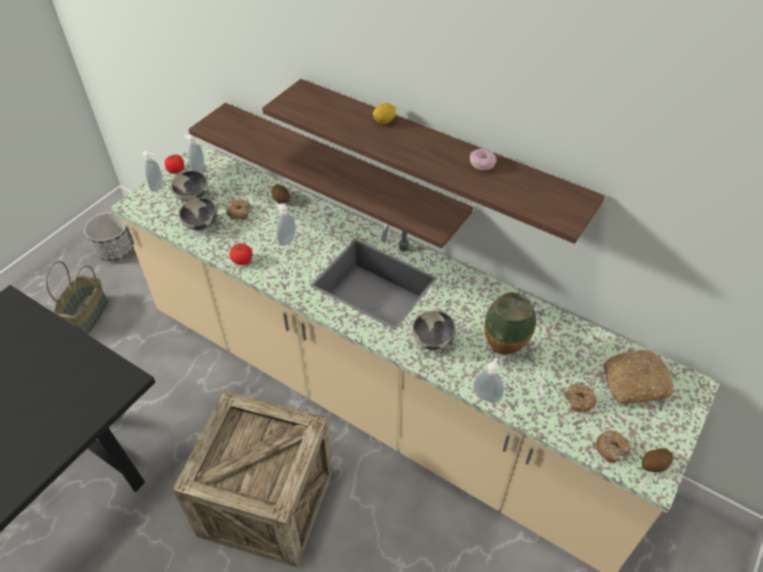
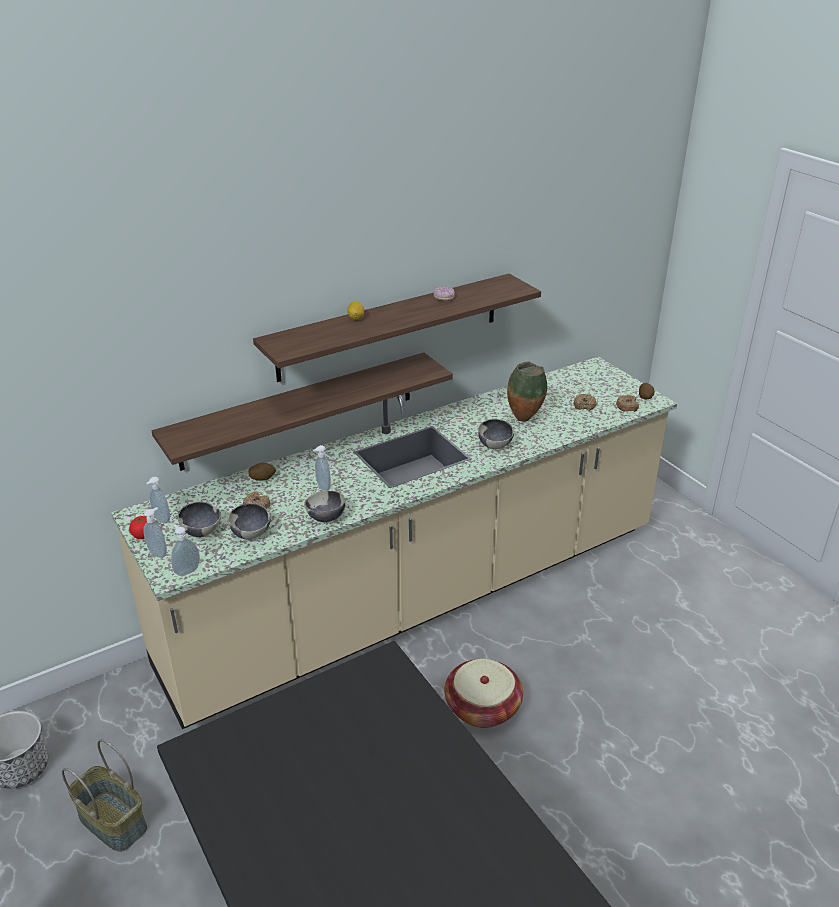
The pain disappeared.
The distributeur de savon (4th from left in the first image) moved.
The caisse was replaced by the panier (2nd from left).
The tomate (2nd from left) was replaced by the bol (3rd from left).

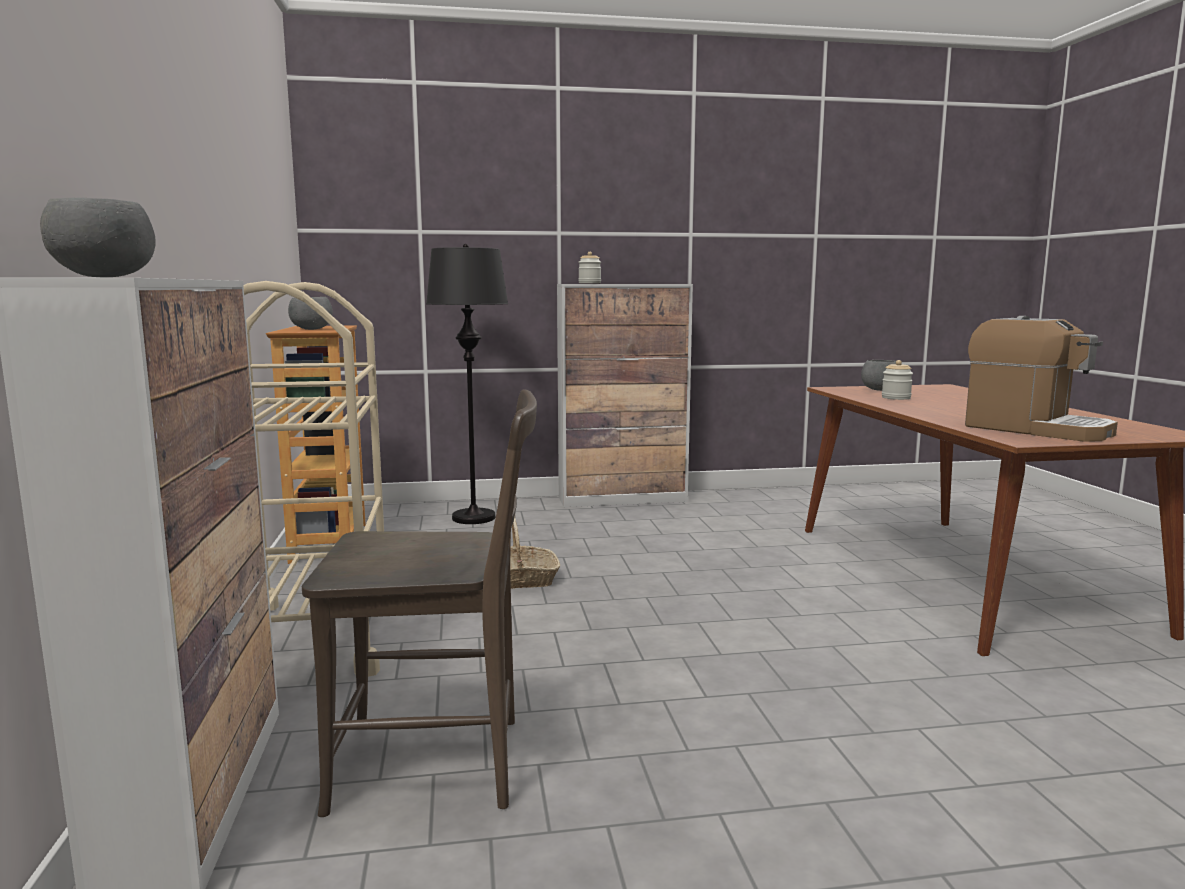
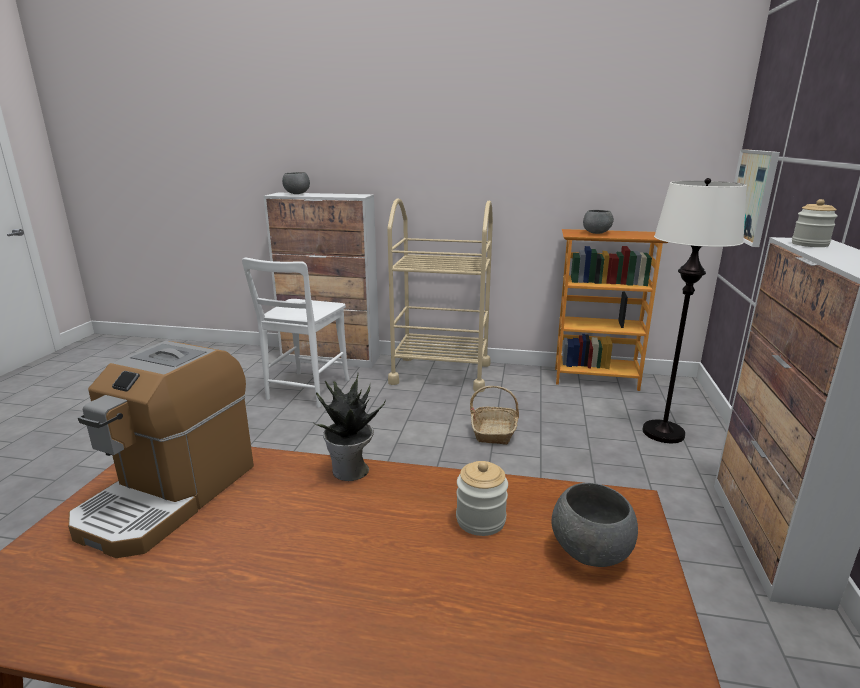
The plante en pot appeared.
The tableau appeared.
The chaise [marron] became the chaise [blanc].
The lampadaire [noir] became the lampadaire [blanc].
The machine à café turned 45 degrees counterclockwise.

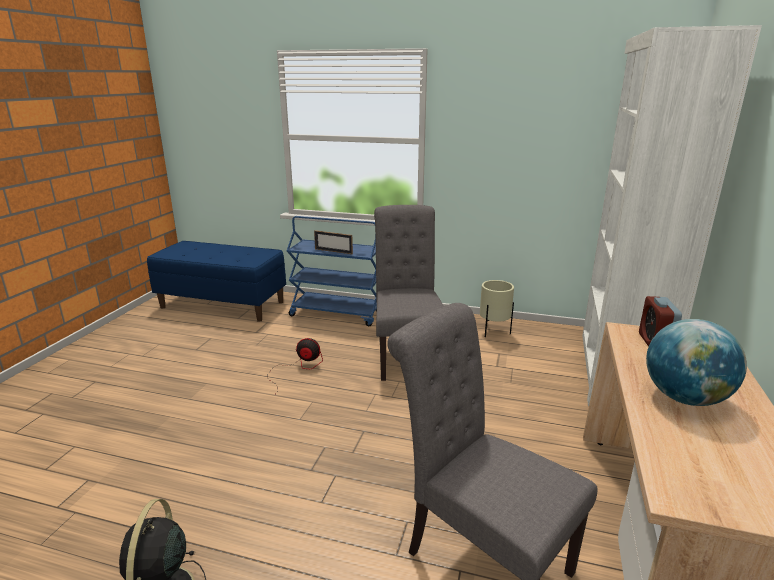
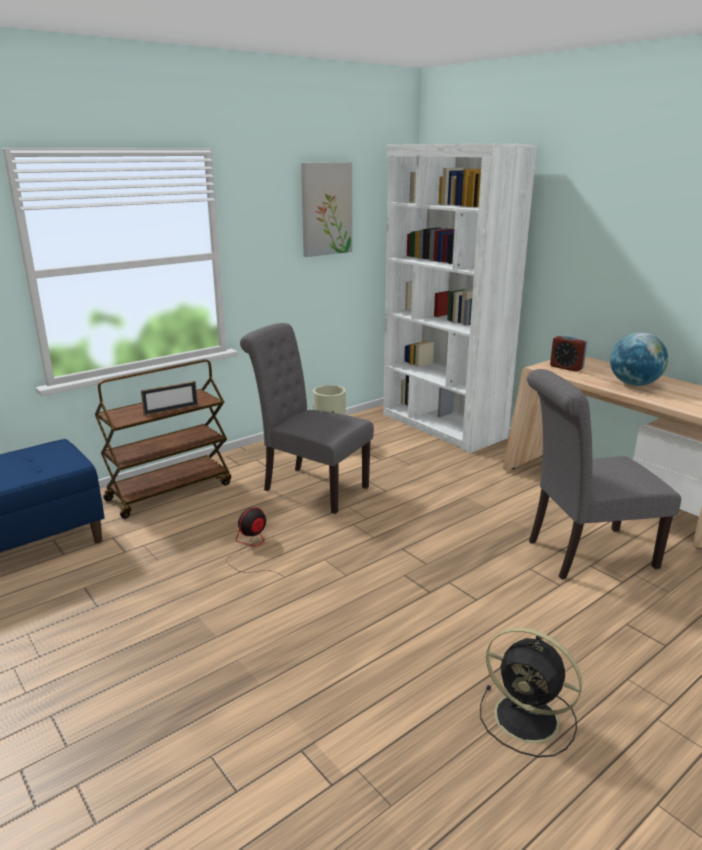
The tableau appeared.
The chariot [bleu] became the chariot [marron].

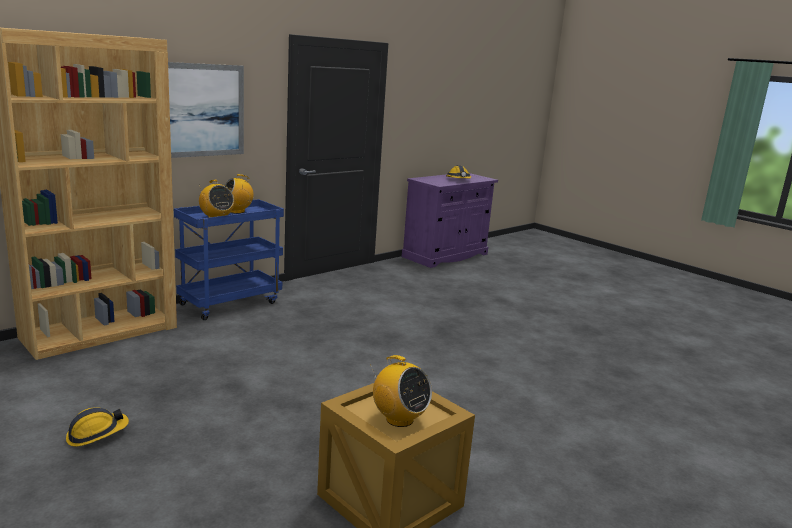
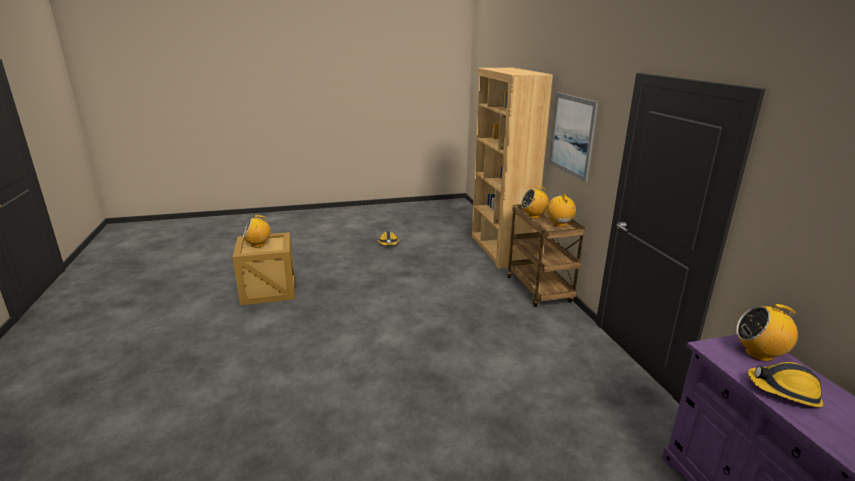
The radio (4th from left) appeared.
The chariot [bleu] became the chariot [marron].

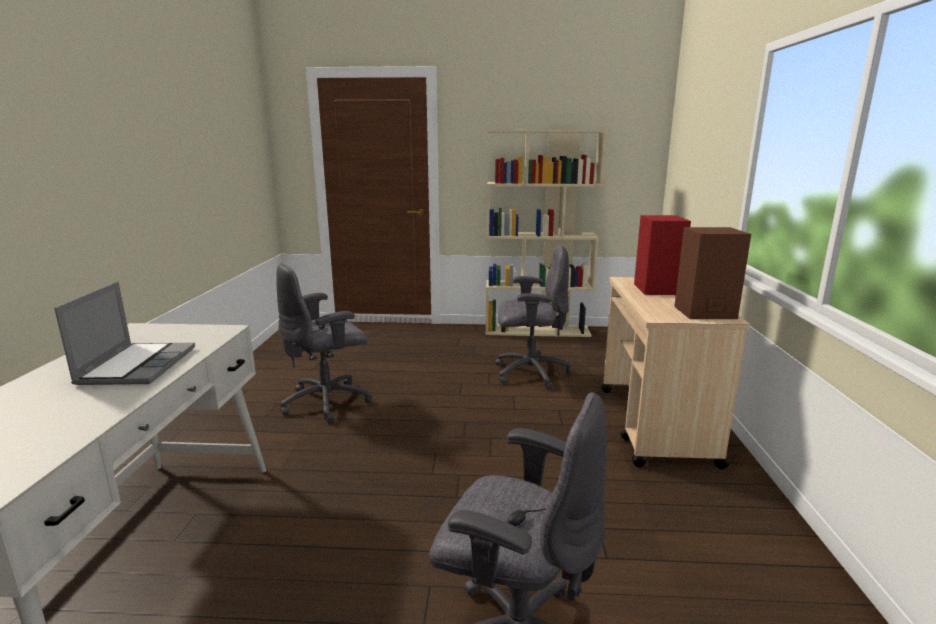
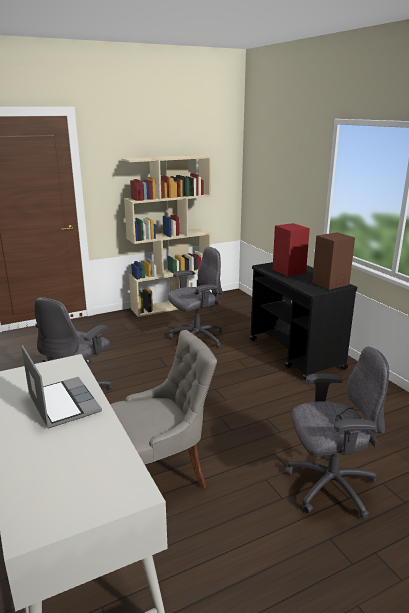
The chaise [gris] appeared.
The chariot [beige] became the chariot [noir].

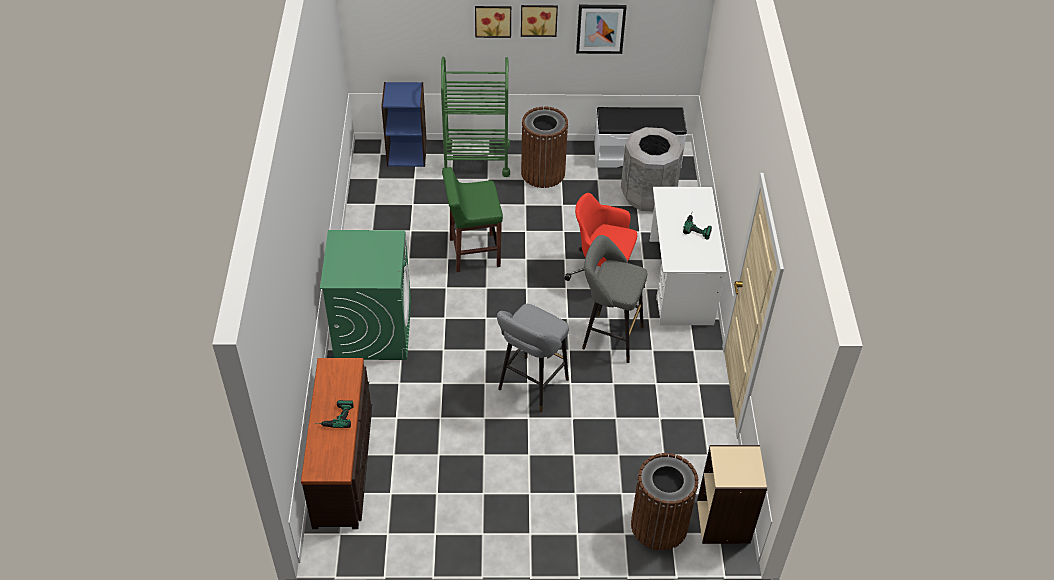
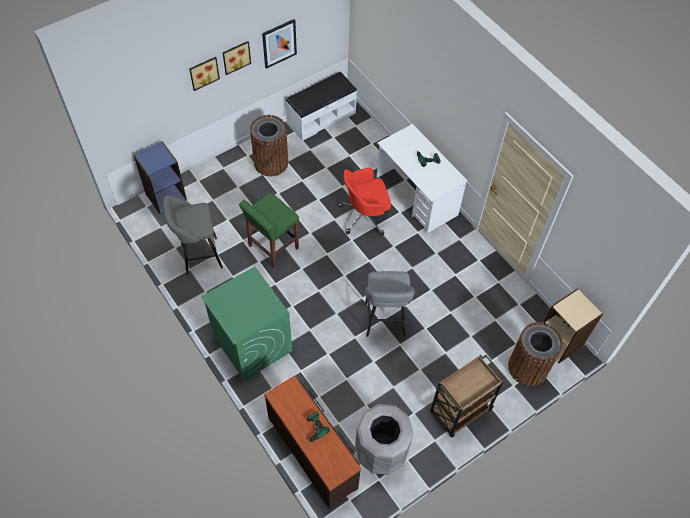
The chariot [vert] disappeared.
The chariot [marron] appeared.
The tabouret [gris] (2nd from left in the first image) moved.
The poubelle [gris] moved.

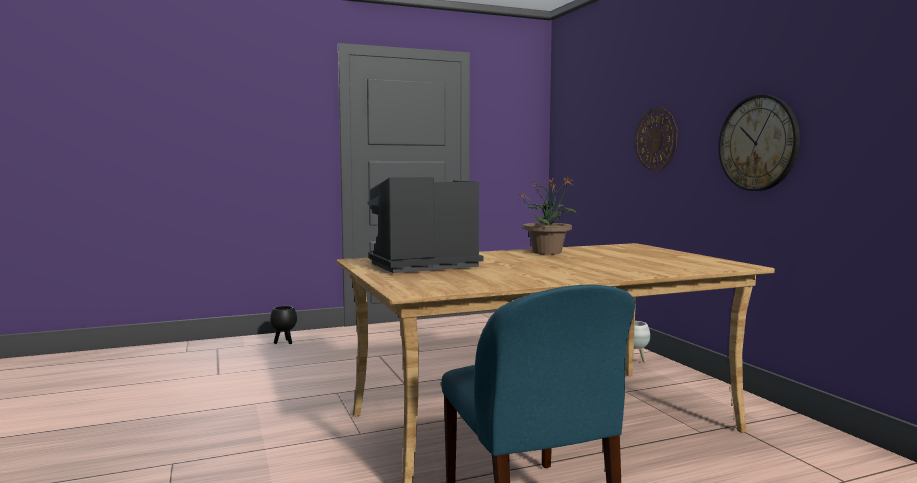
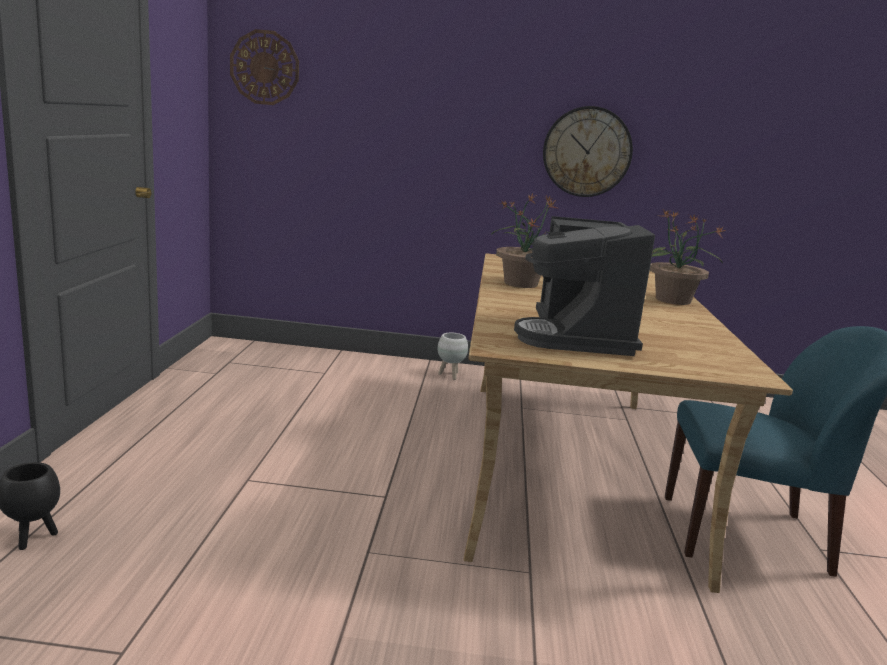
The plante en pot (2nd from left) appeared.
The horloge murale (1st from left) moved.

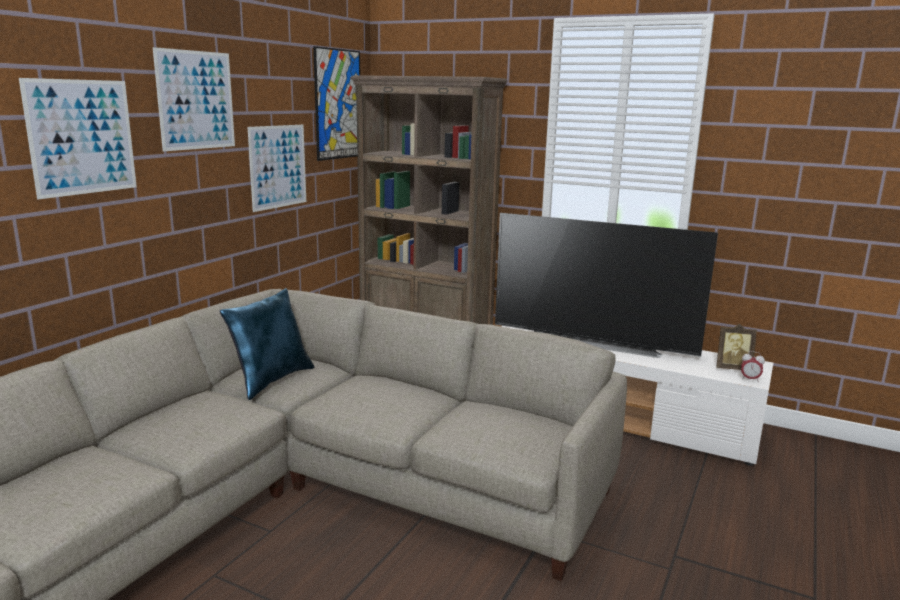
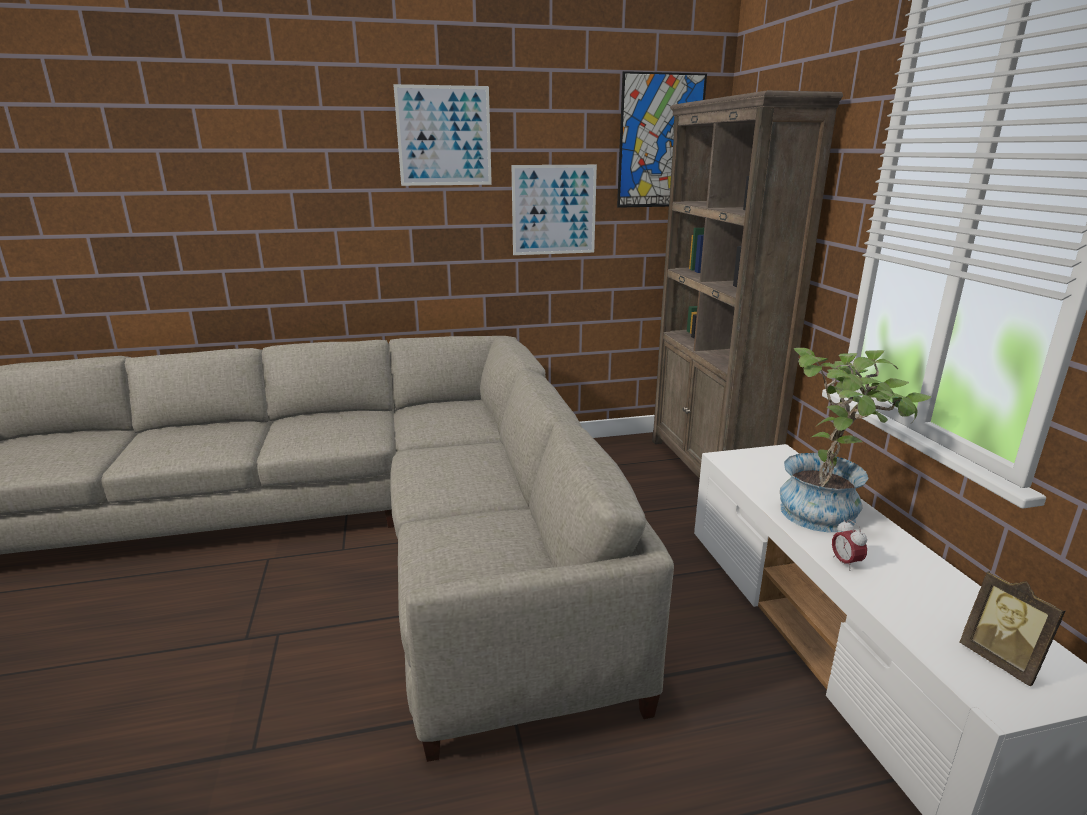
The tableau (1st from left) disappeared.
The coussin [bleu] disappeared.
The réveil moved.
The téléviseur was replaced by the plante en pot.

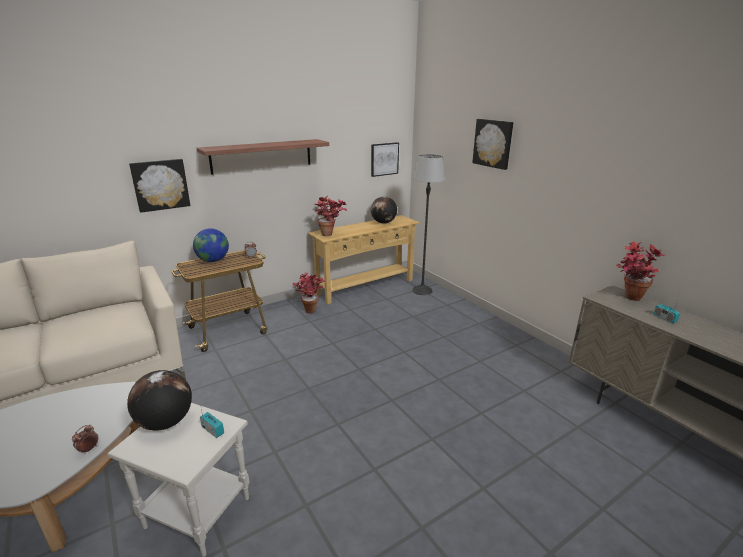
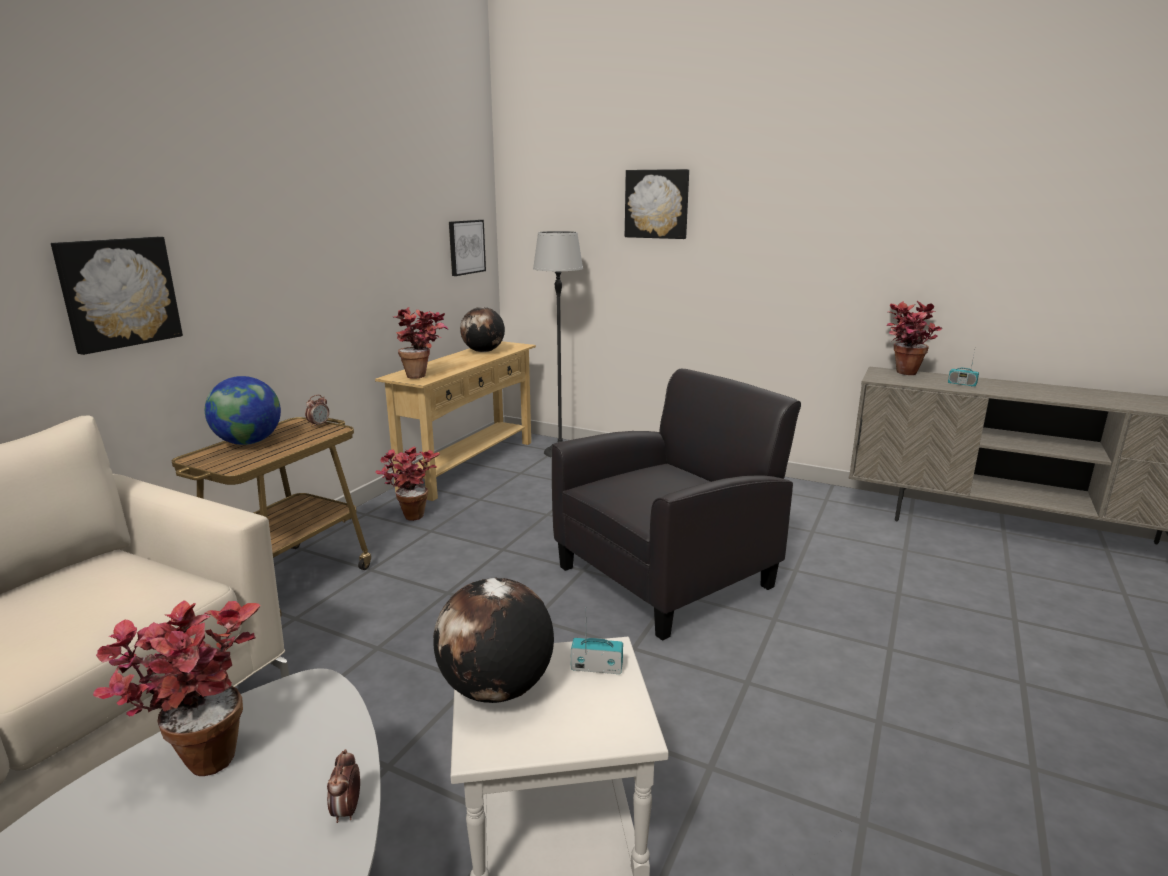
The étagère disappeared.
The plante en pot (1st from left) appeared.
The fauteuil [noir] appeared.

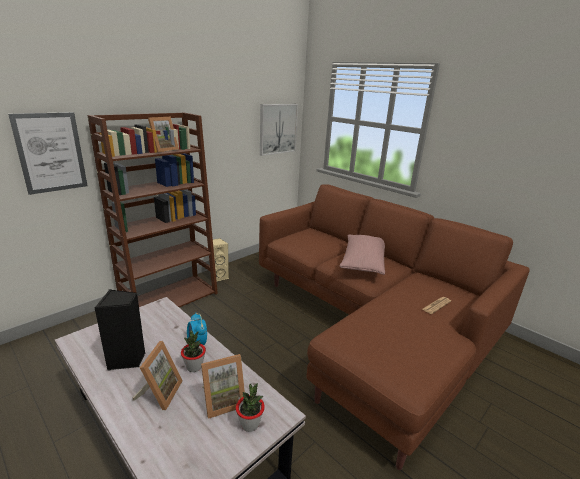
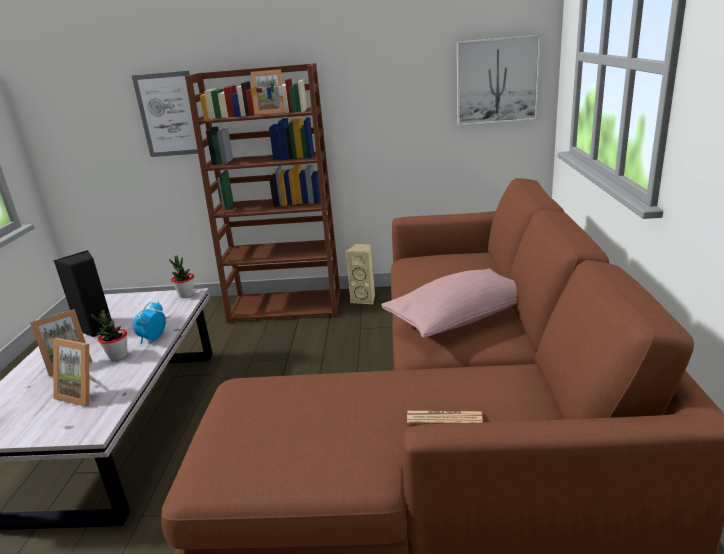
The plante en pot (2nd from left) moved.

